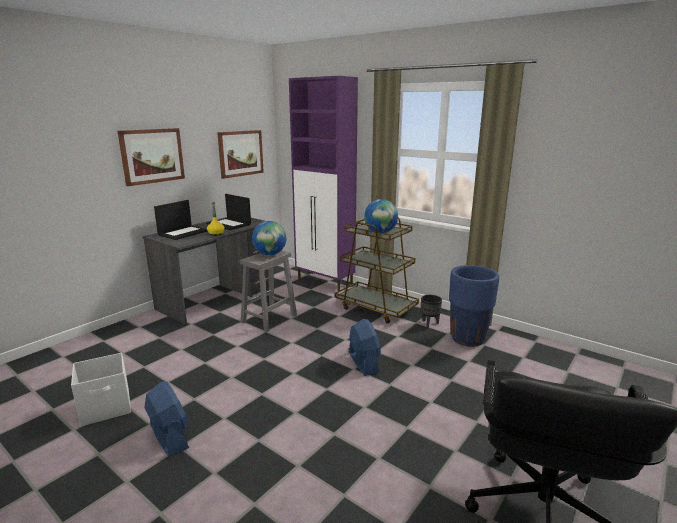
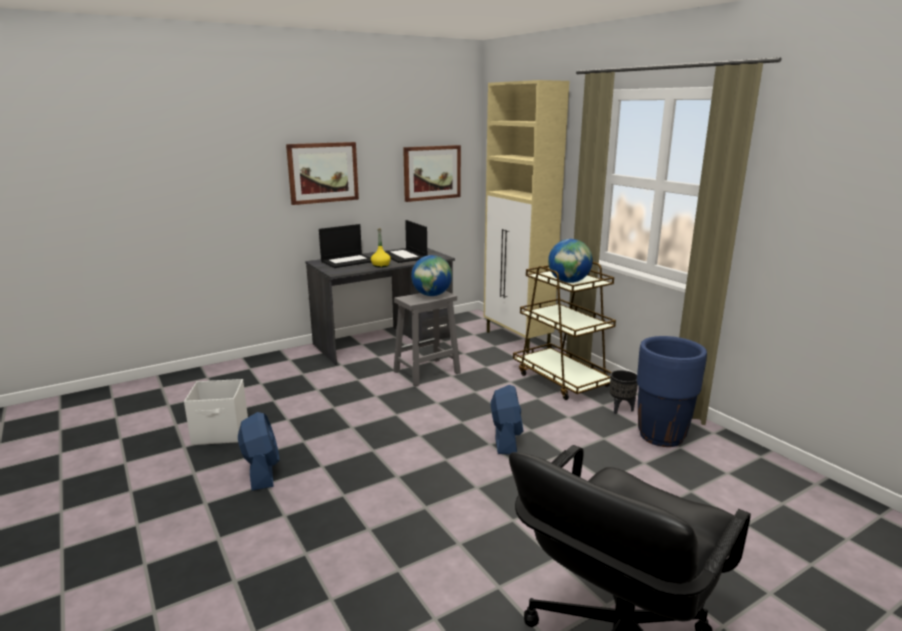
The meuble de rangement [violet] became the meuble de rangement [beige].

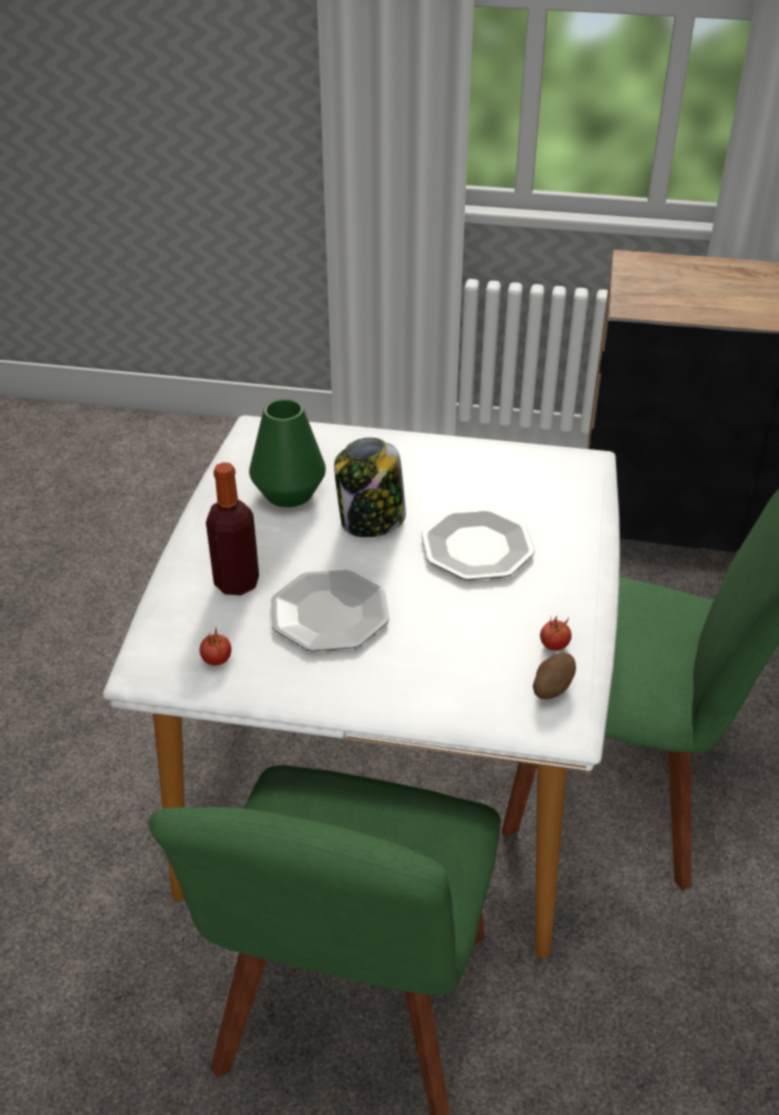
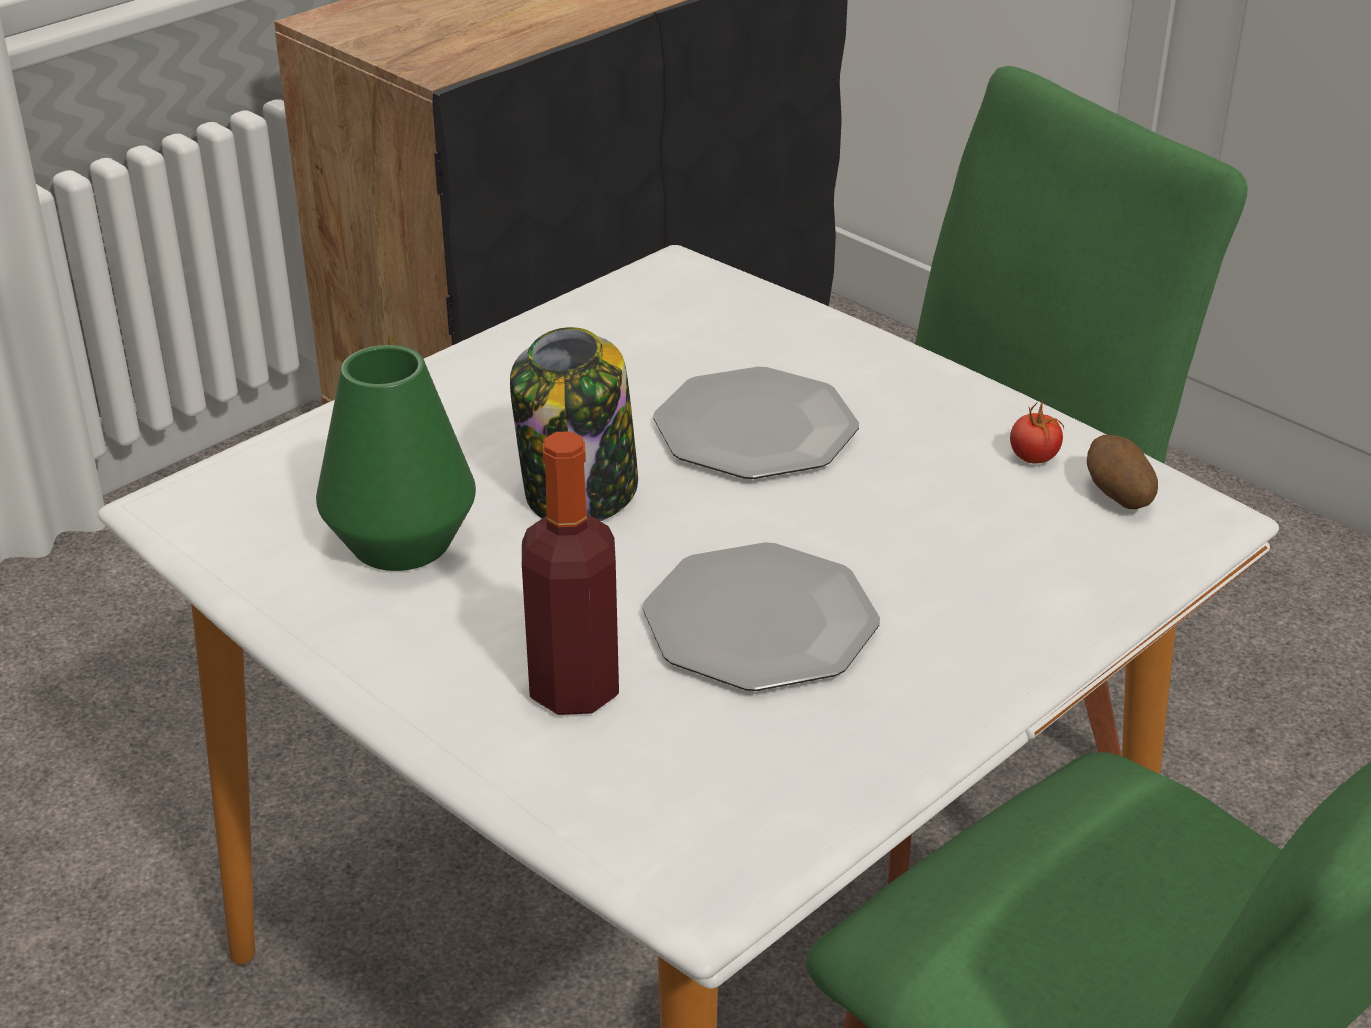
The tomate (1st from left) disappeared.

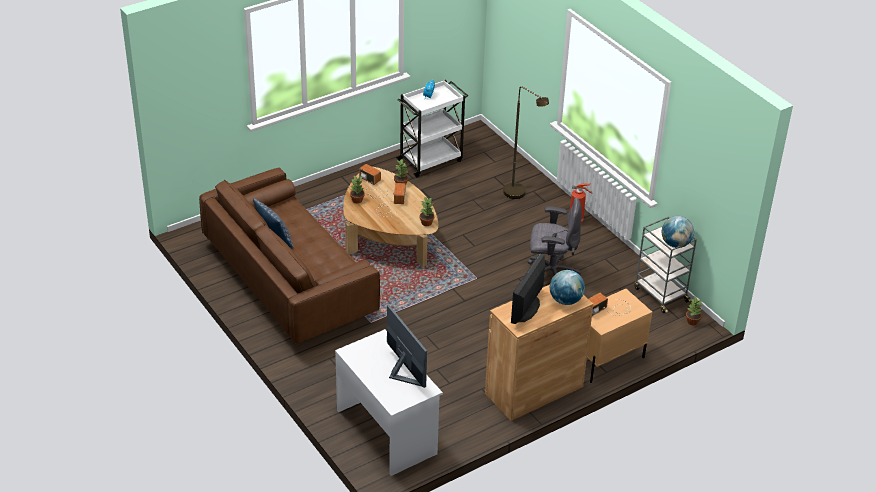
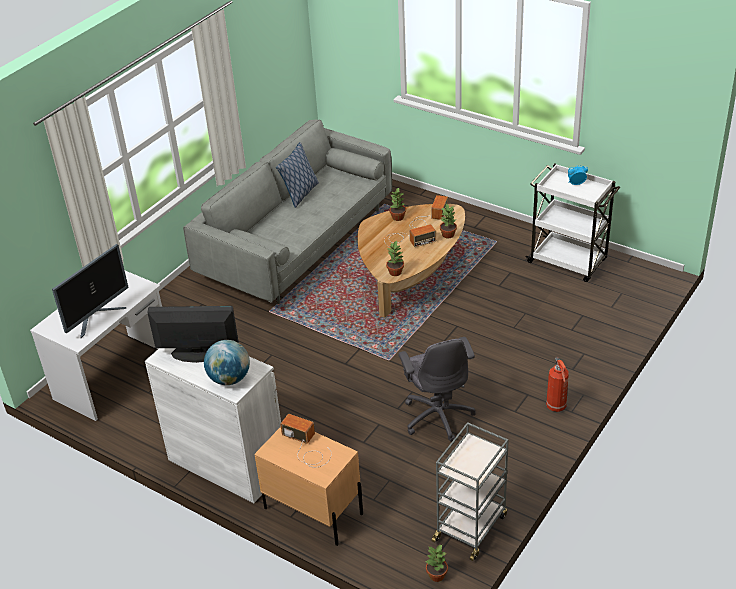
The lampadaire [marron] disappeared.
The globe (2nd from left) disappeared.
The canapé [marron] became the canapé [gris].
The meuble de rangement [marron] became the meuble de rangement [blanc].

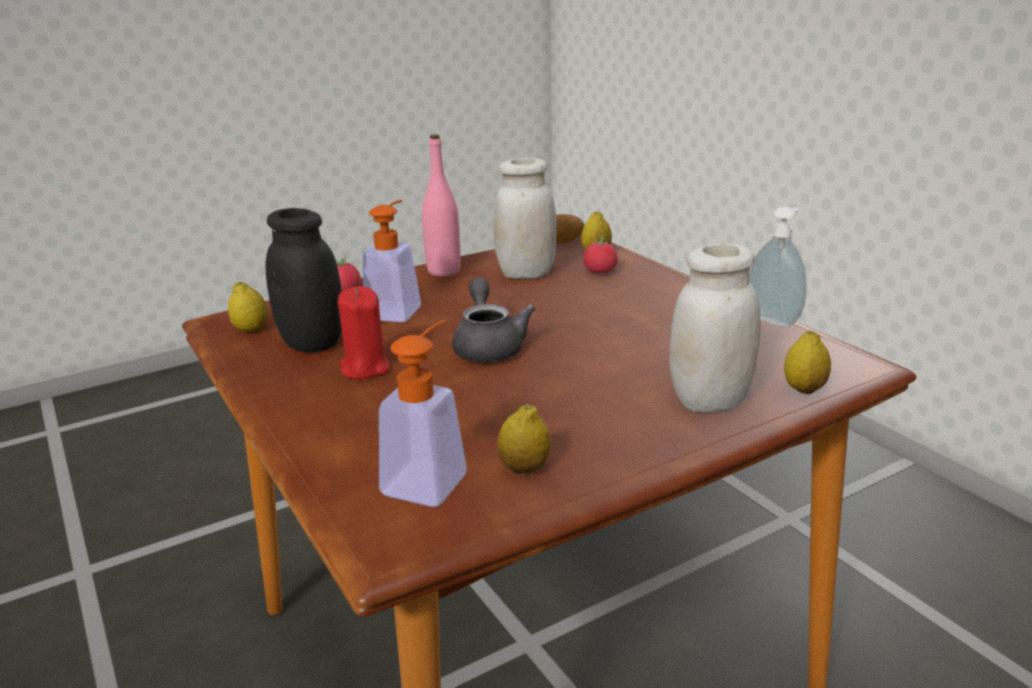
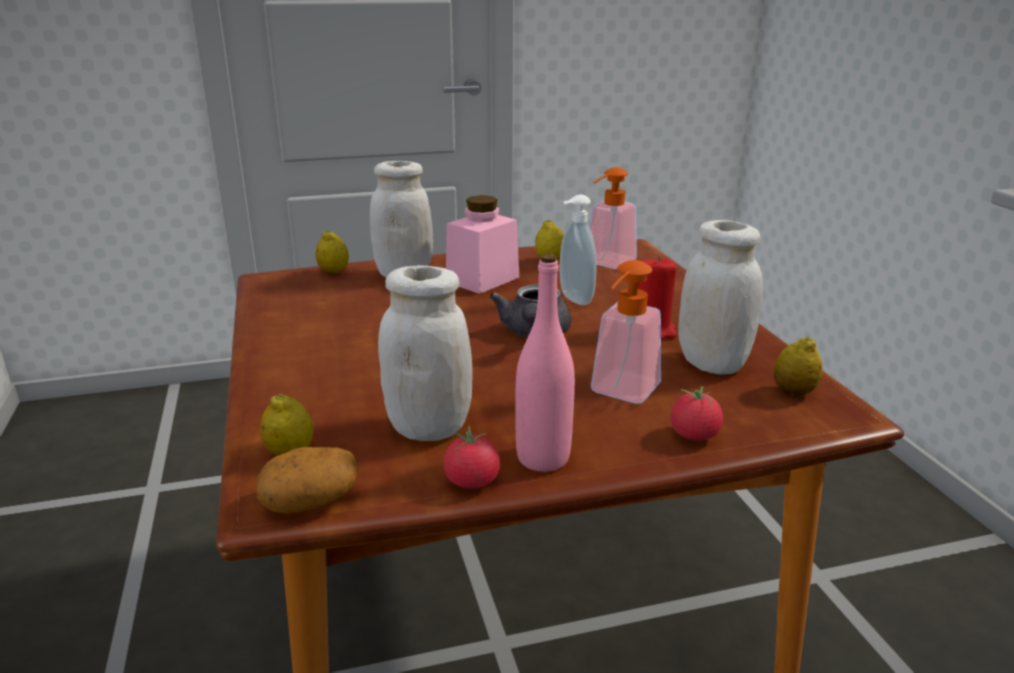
The bocal [rose] appeared.
The tomate (2nd from left in the first image) moved.
The distributeur de savon (3rd from left in the first image) moved.
The bocal [noir] became the bocal [blanc] (3rd from left).

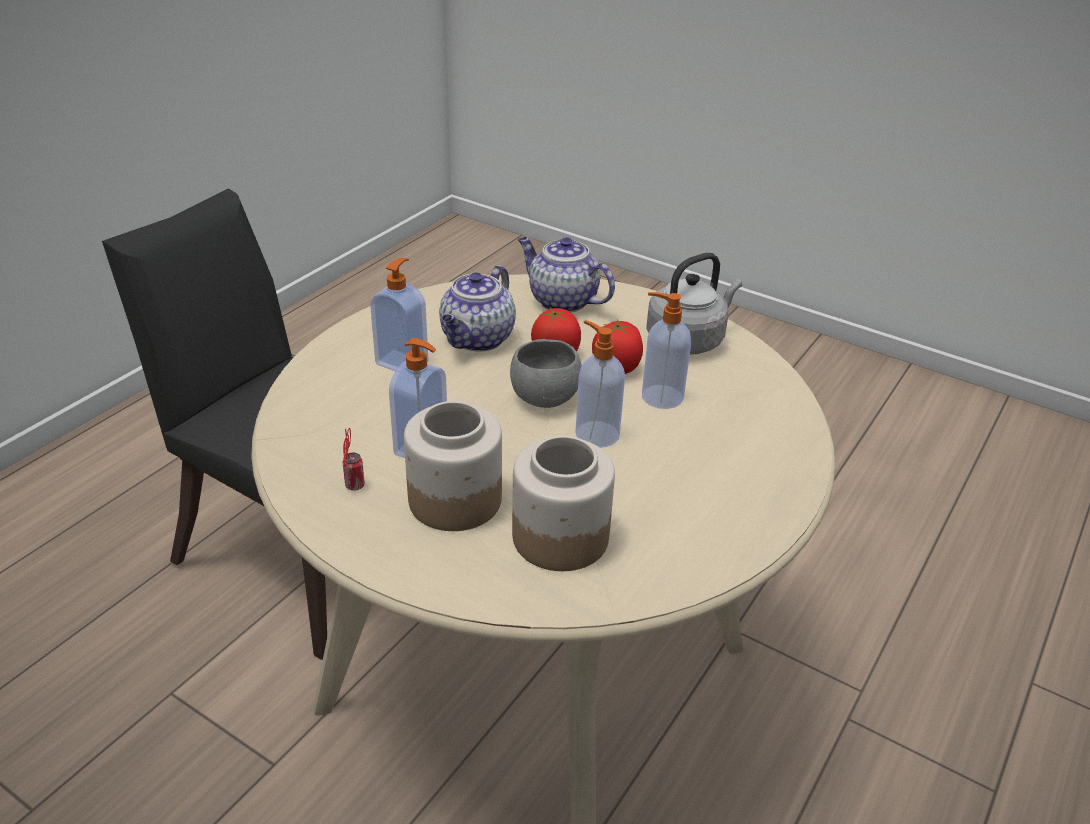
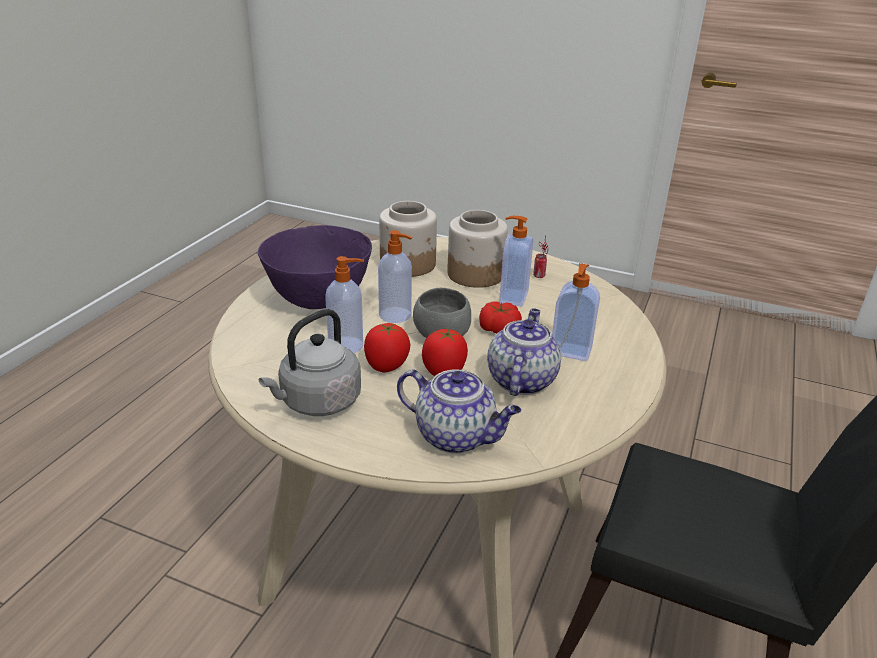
The bol [violet] appeared.
The tomate (3rd from left) appeared.

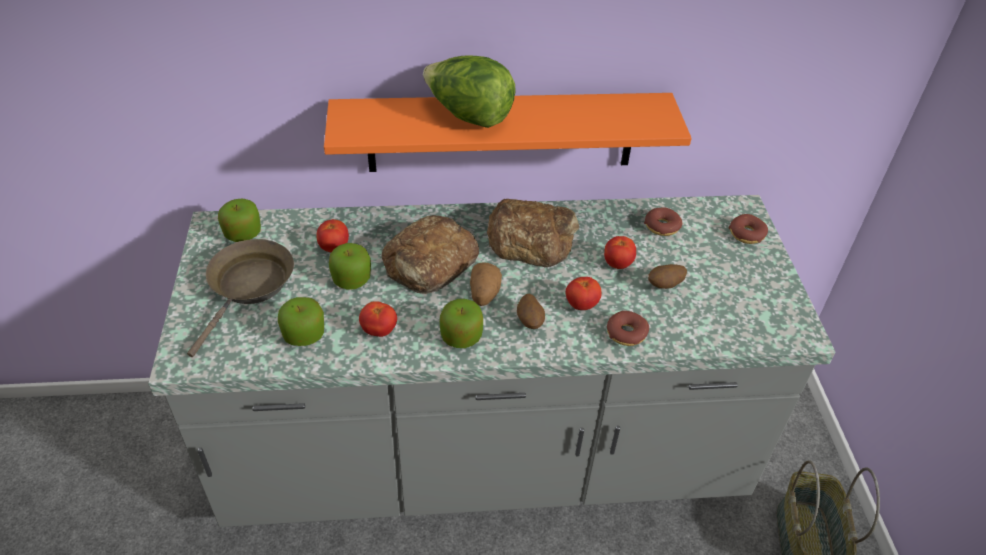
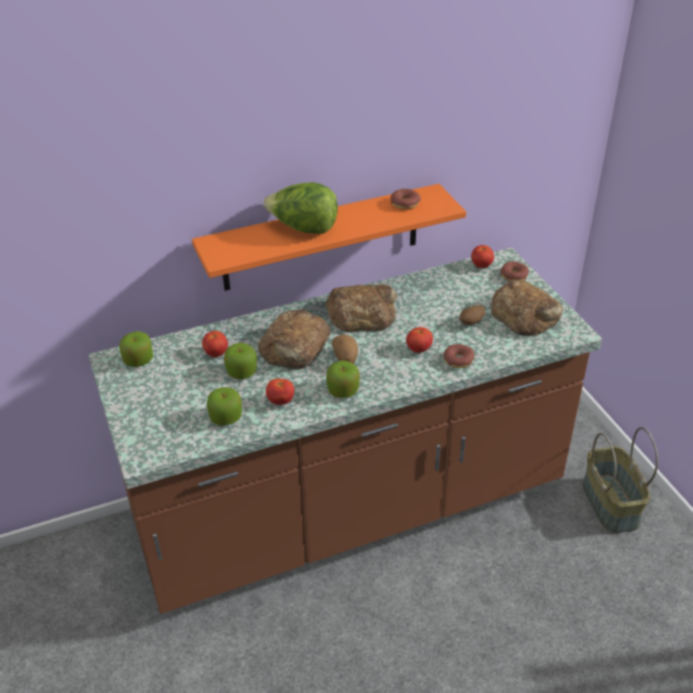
The poêle [marron] disappeared.
The pomme de terre (2nd from left) disappeared.
The pain (3rd from left) appeared.
The tomate (4th from left) moved.
The beignet (2nd from left in the first image) moved.
The comptoir de cuisine [gris] became the comptoir de cuisine [marron].

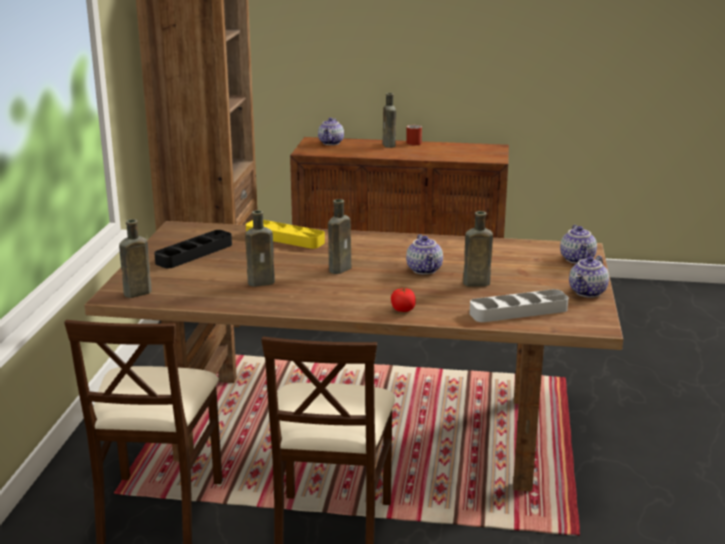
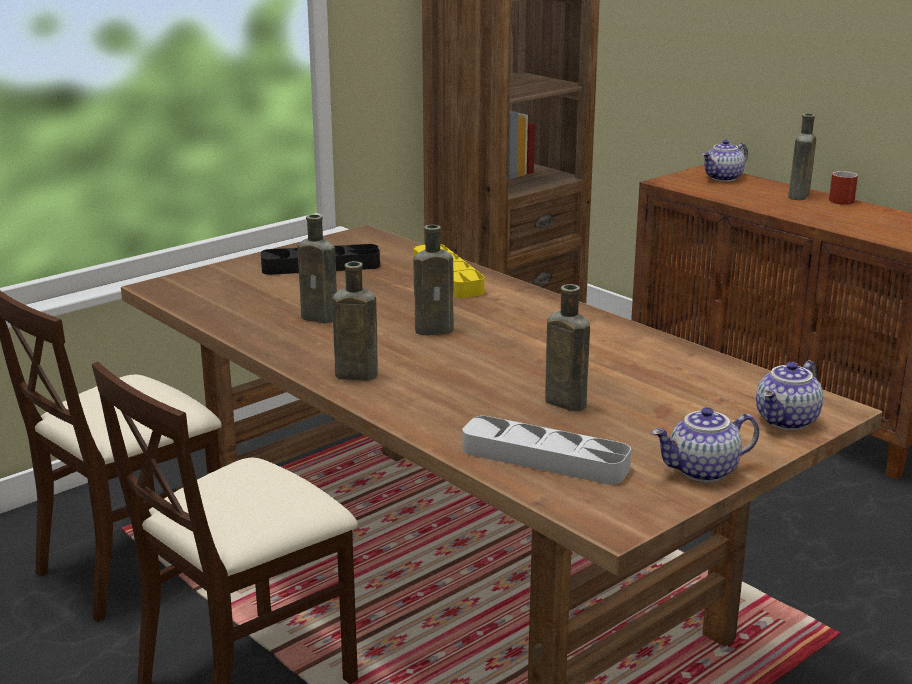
The tomate disappeared.
The théière (2nd from left) disappeared.
The bouteille [marron] (1st from left in the first image) moved.

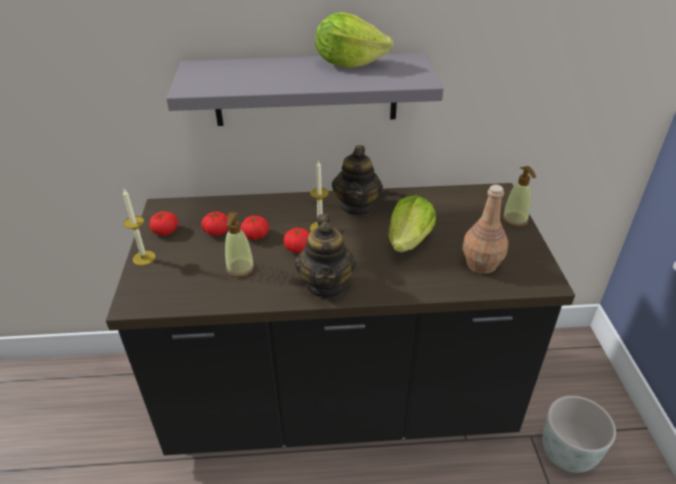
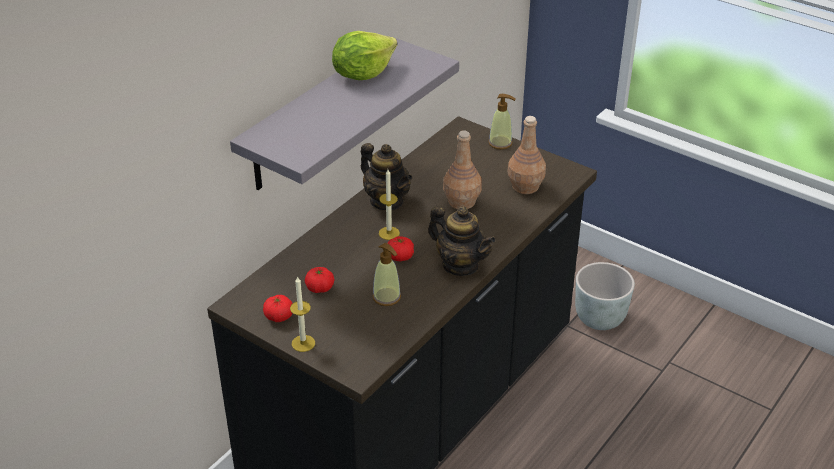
The tomate (3rd from left) disappeared.
The laitue (2nd from left) was replaced by the bouteille [marron] (1st from left).

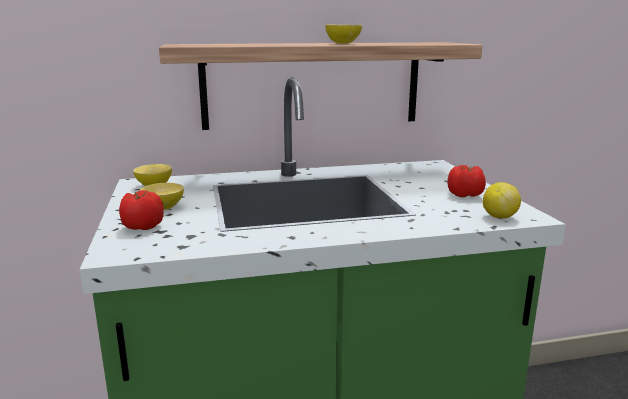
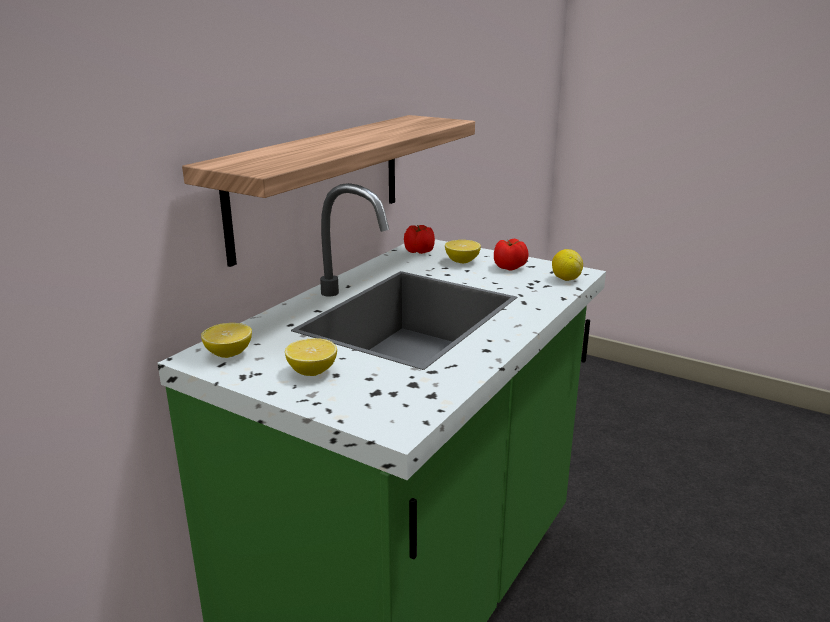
The tomate (1st from left) moved.
The citron (3rd from left) moved.

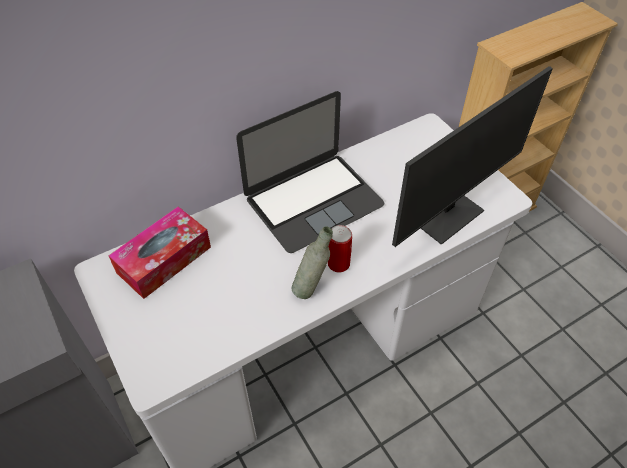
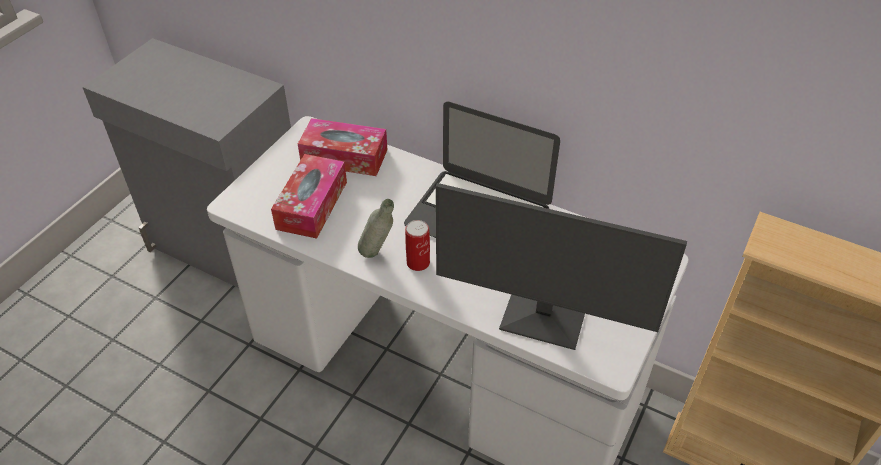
The boîte à mouchoirs (1st from left) appeared.

